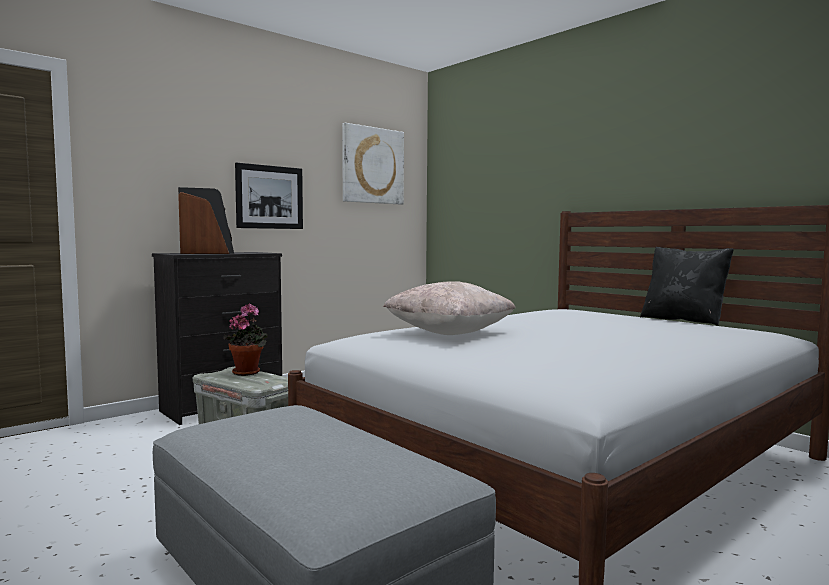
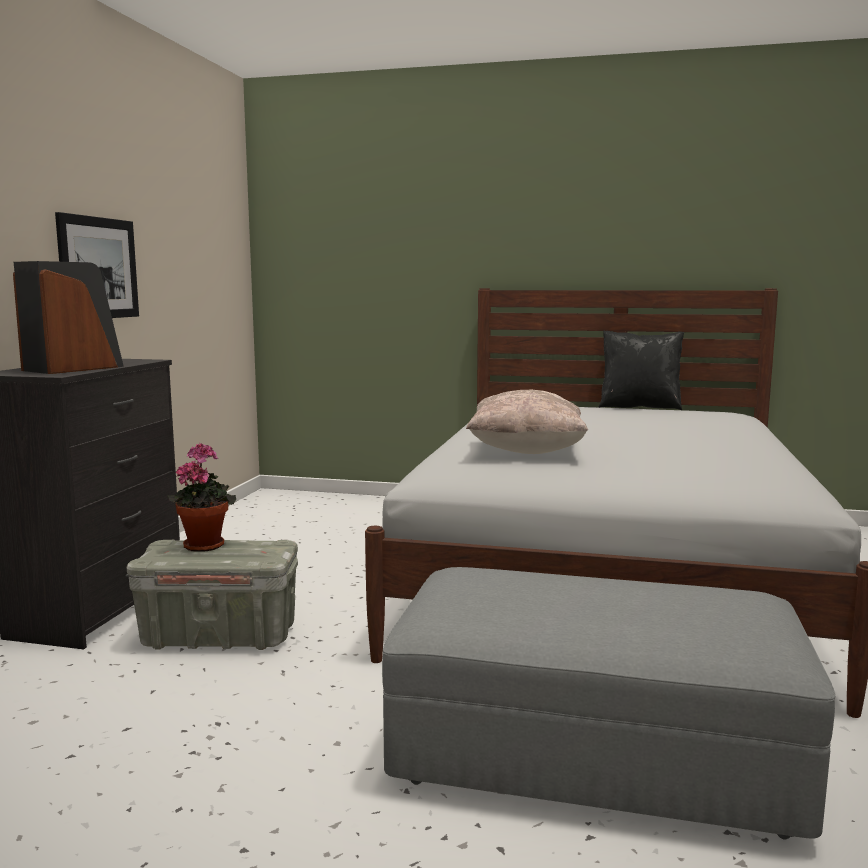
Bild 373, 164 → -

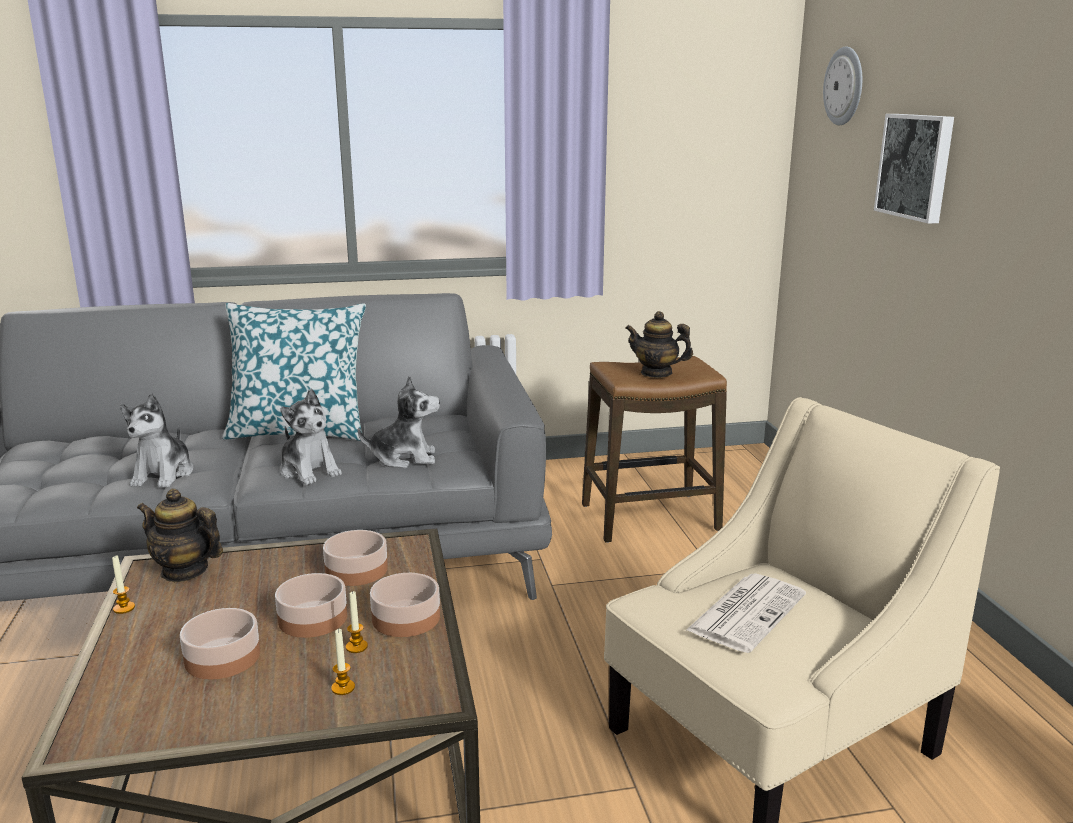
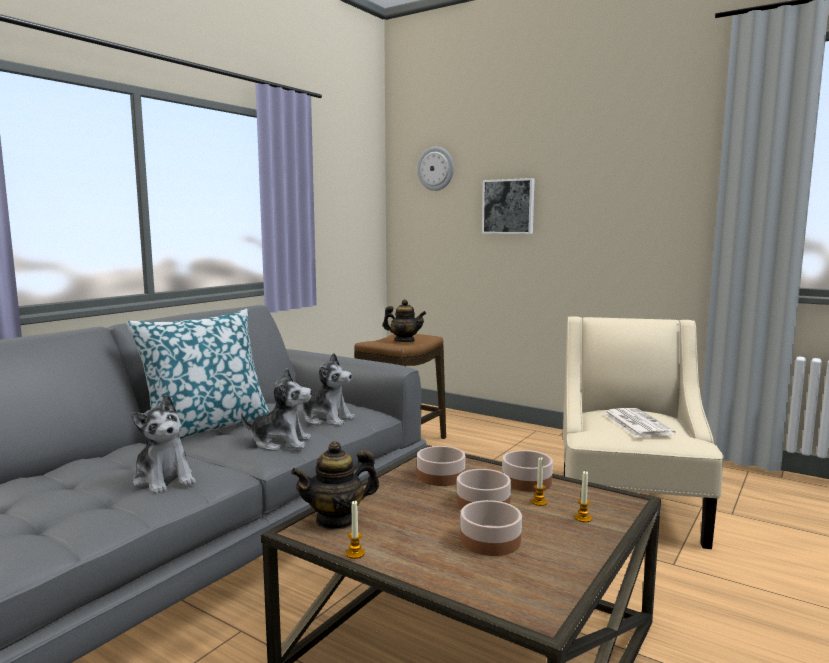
Plüschtier 399, 421 → Plüschtier 328, 389, 75 degrees clockwise
Teekanne 659, 344 → Teekanne 404, 320, 135 degrees counterclockwise

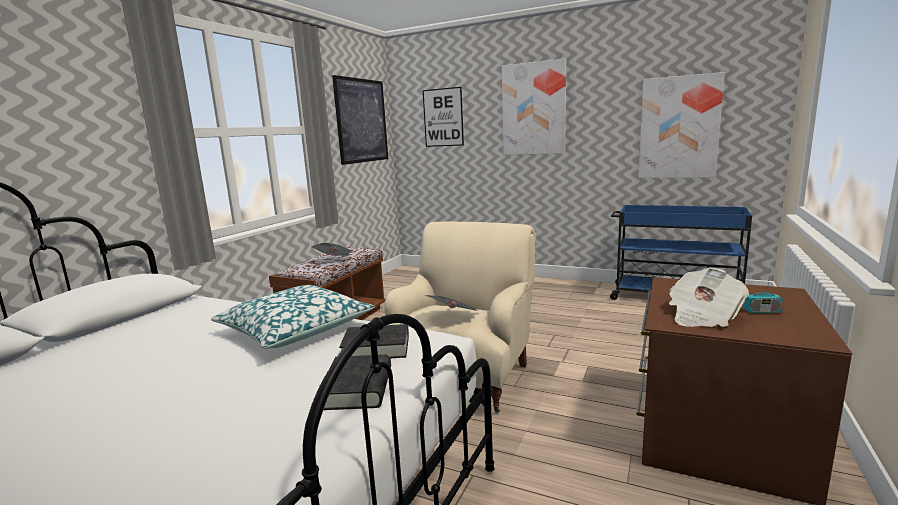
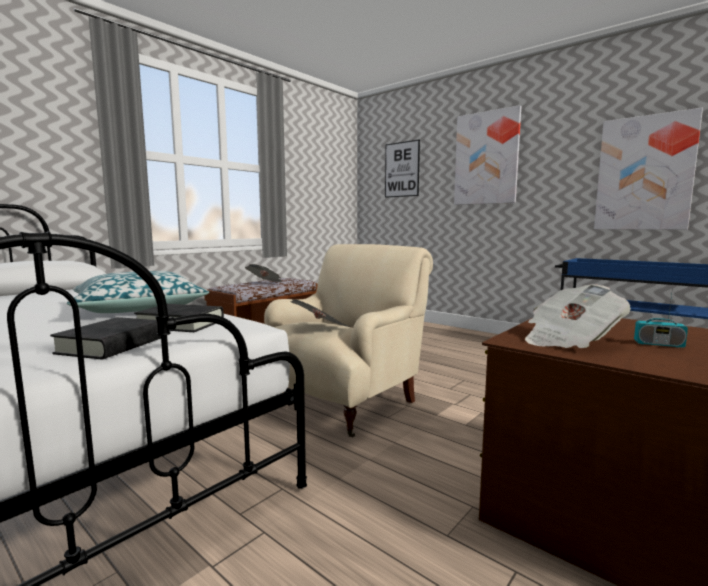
Bild 360, 120 → -

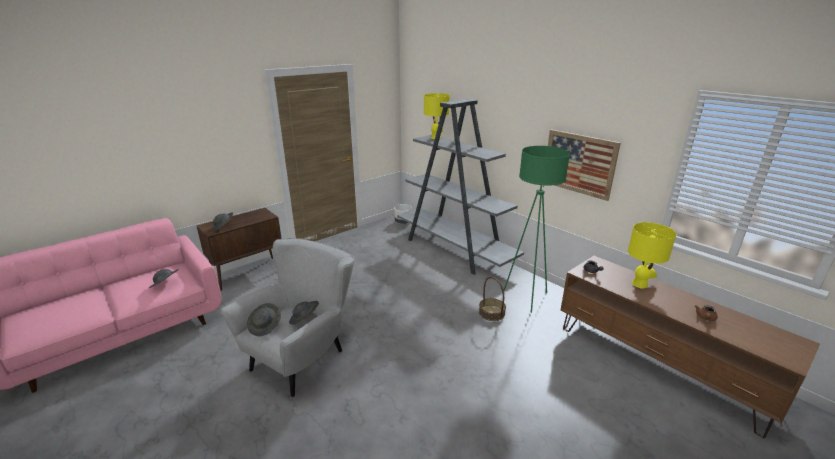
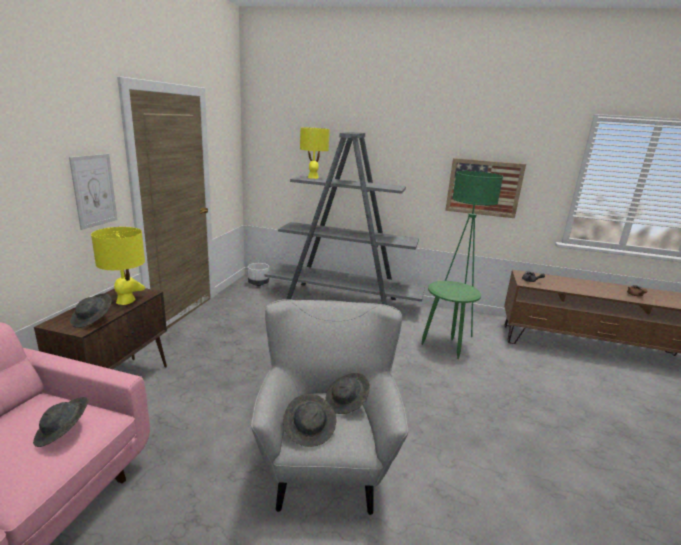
Korb 492, 299 → Beistelltisch (grün) 451, 320
Tischlampe (gelb) 652, 255 → Tischlampe (gelb) 118, 266, move
- → Bild 93, 192

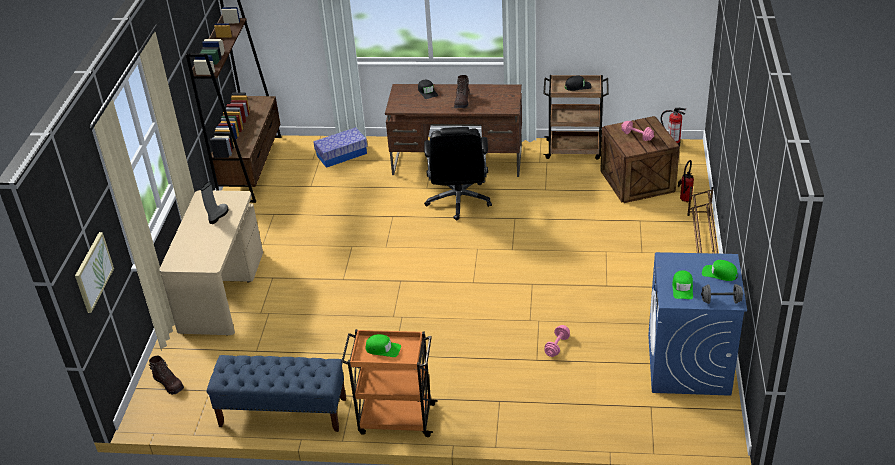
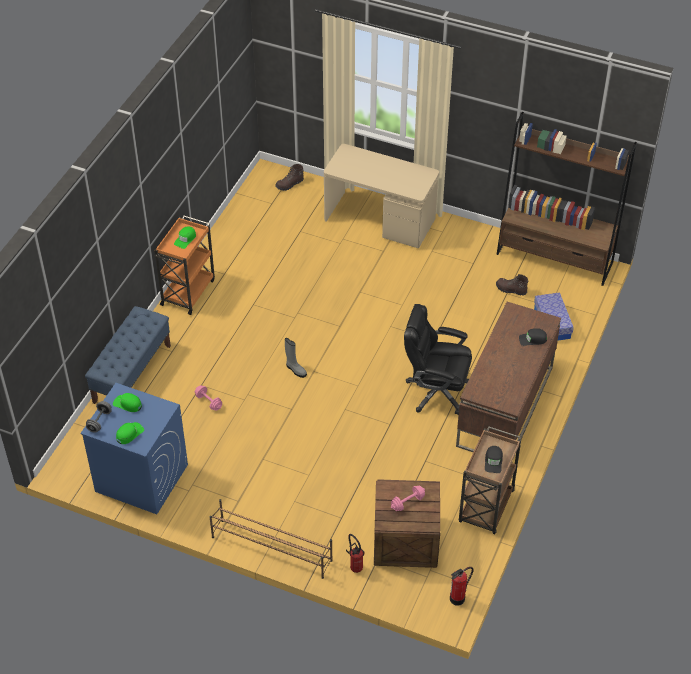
Bild 94, 272 → -
Stiefel (grau) 215, 202 → Stiefel (grau) 296, 358, move
Bank (blau) 276, 393 → Bank (blau) 128, 355, move
Stiefel (braun) 462, 91 → Stiefel (braun) 512, 285, move

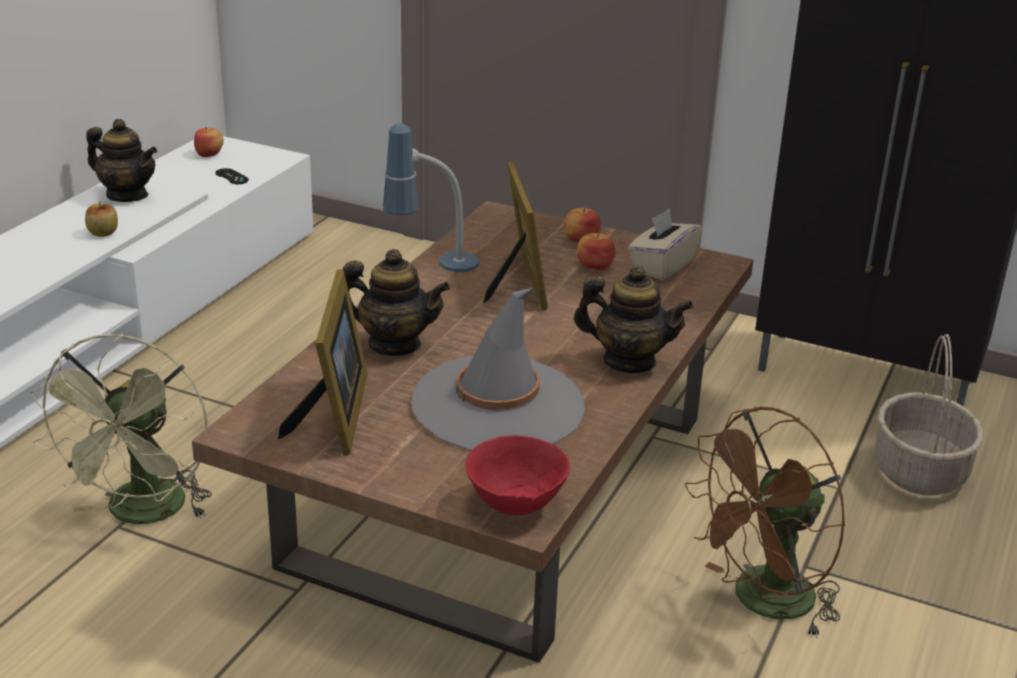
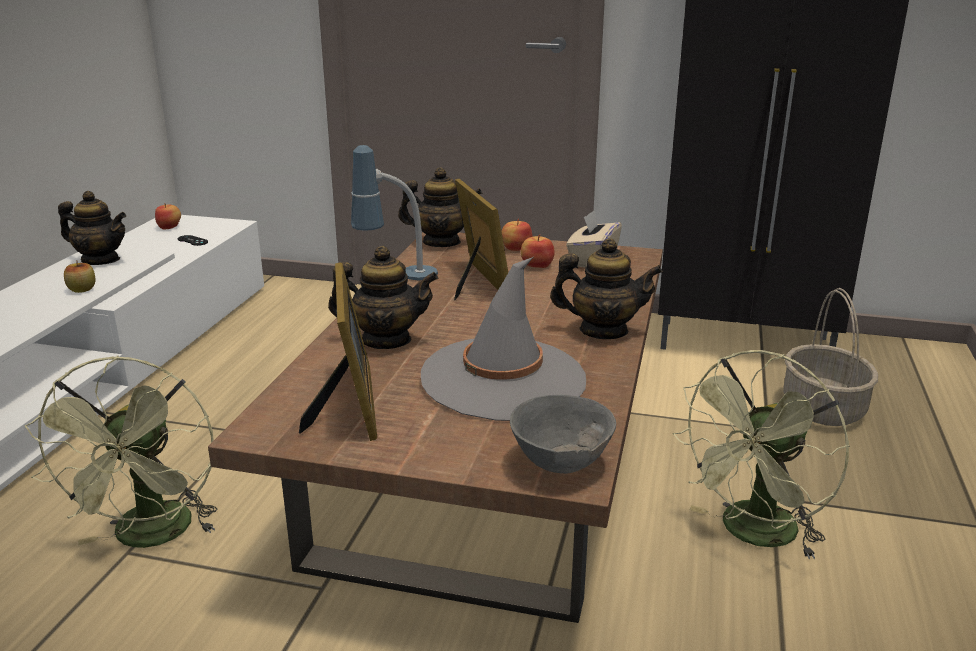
Schüssel (rot) 518, 475 → Schüssel (grau) 563, 434
Ventilator (braun) 765, 523 → Ventilator (grün) 761, 455
- → Teekanne 440, 207

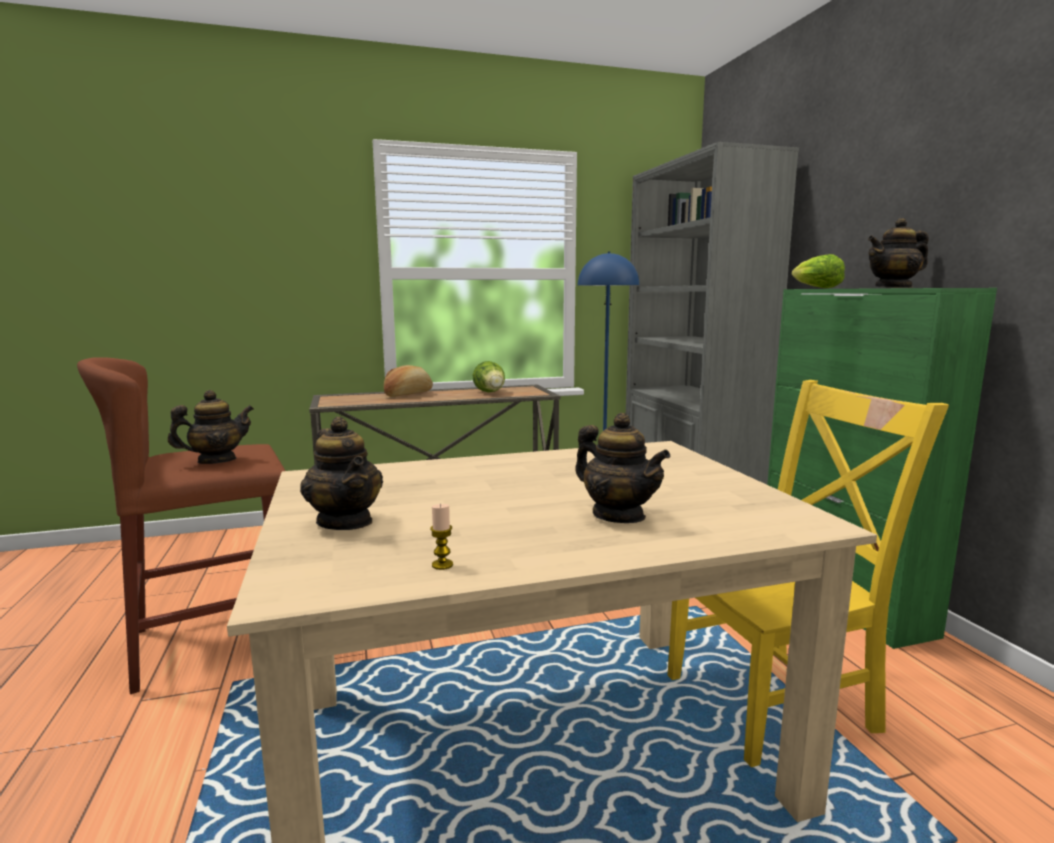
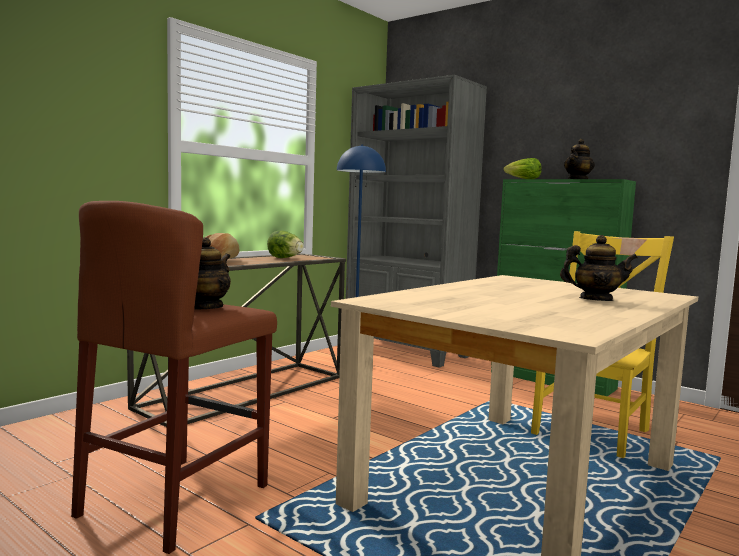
Teekanne 341, 473 → -
Kerze 441, 537 → -

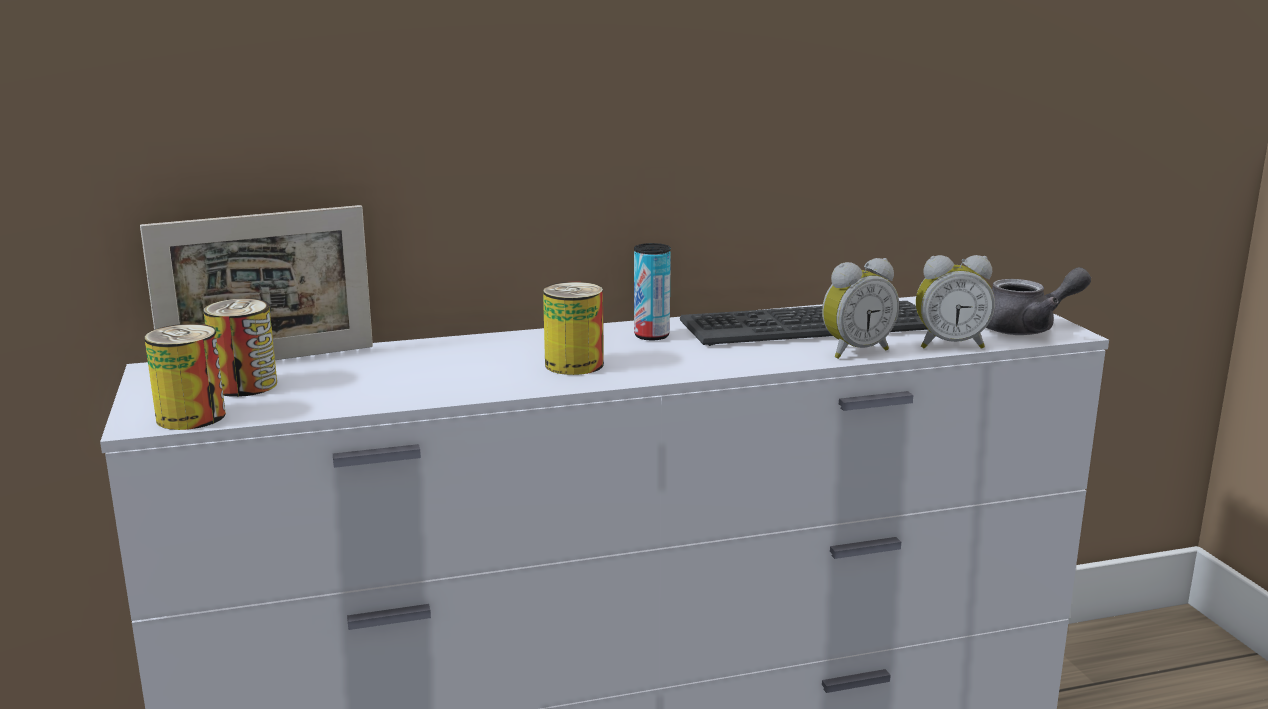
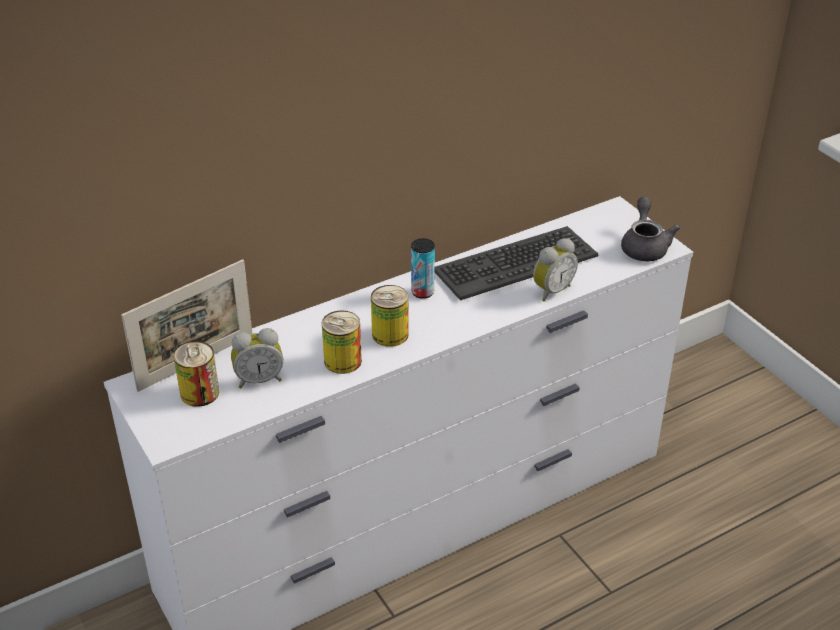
Dose 185, 377 → Dose 342, 342, move
Wecker 955, 302 → Wecker 257, 358, move
Teekanne (grau) 1038, 301 → Teekanne (grau) 651, 229, 60 degrees counterclockwise

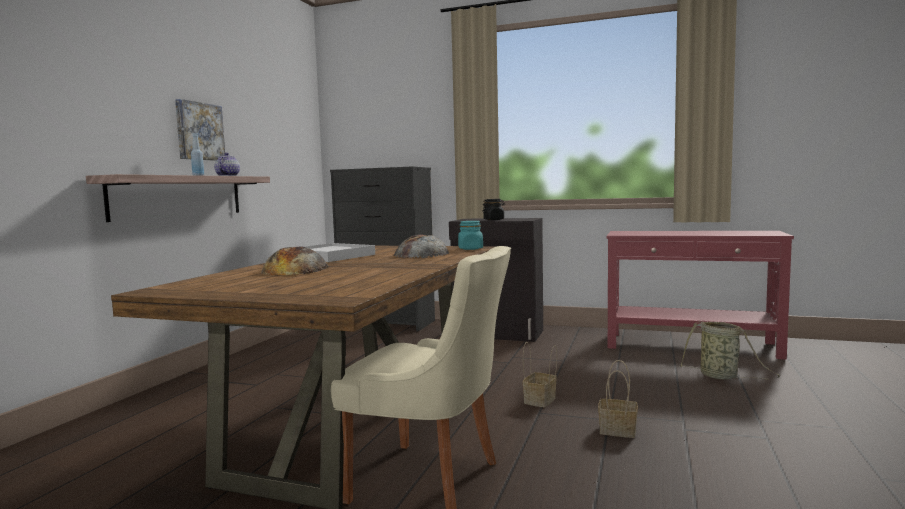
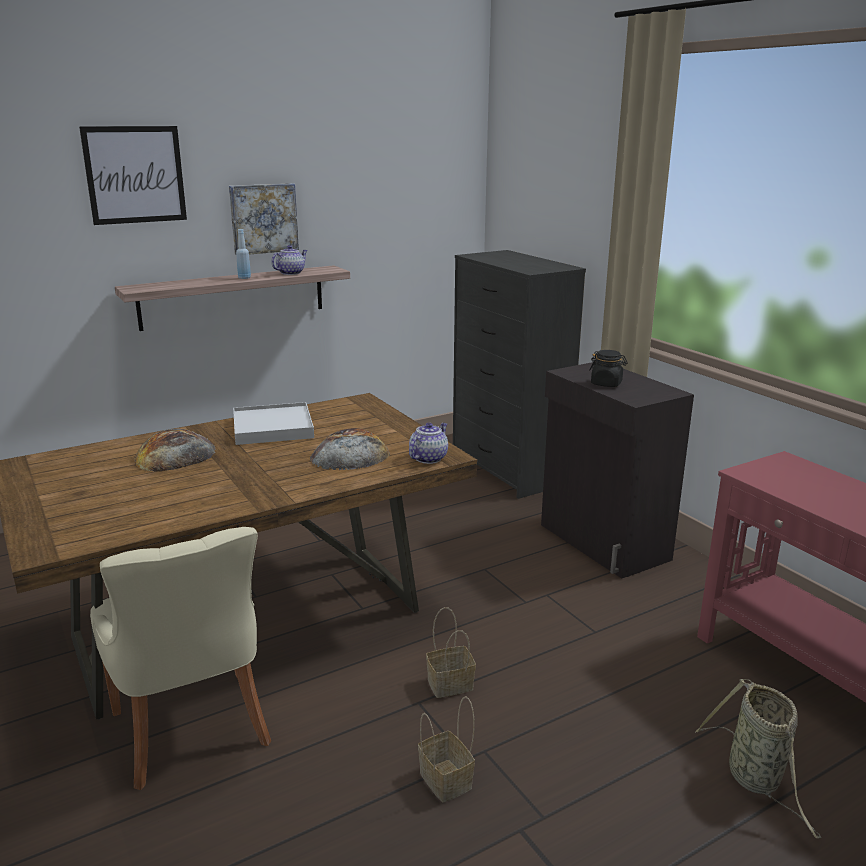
Vorratsglas (türkis) 470, 235 → Teekanne 428, 443
- → Bild 133, 175

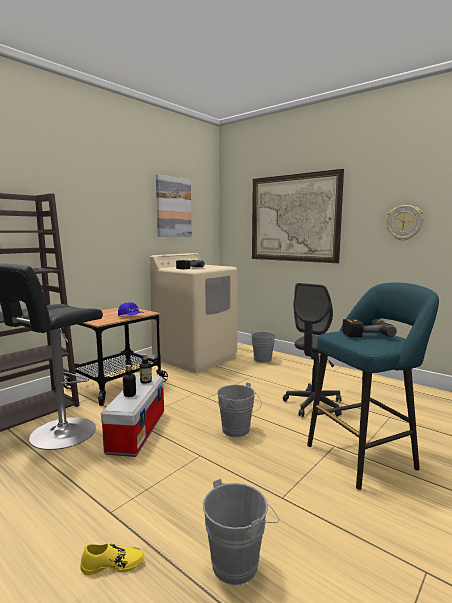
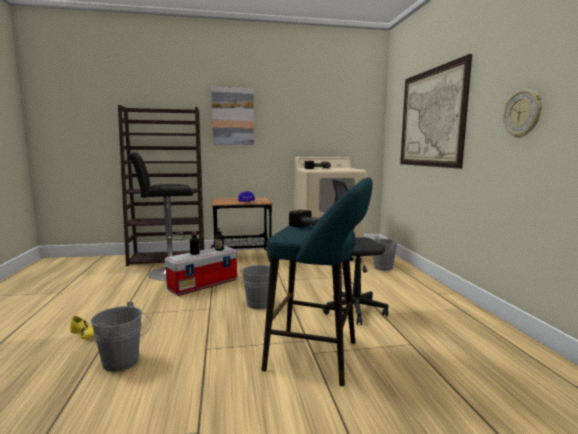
Bild 174, 205 → Bild 232, 116, move

